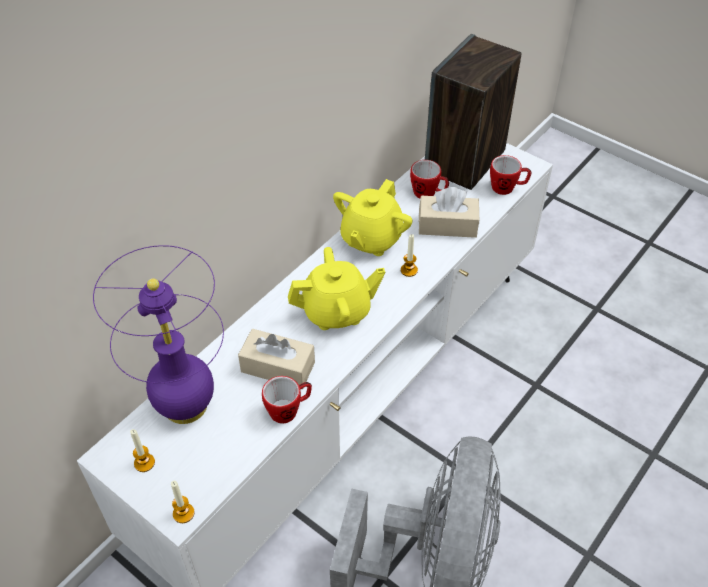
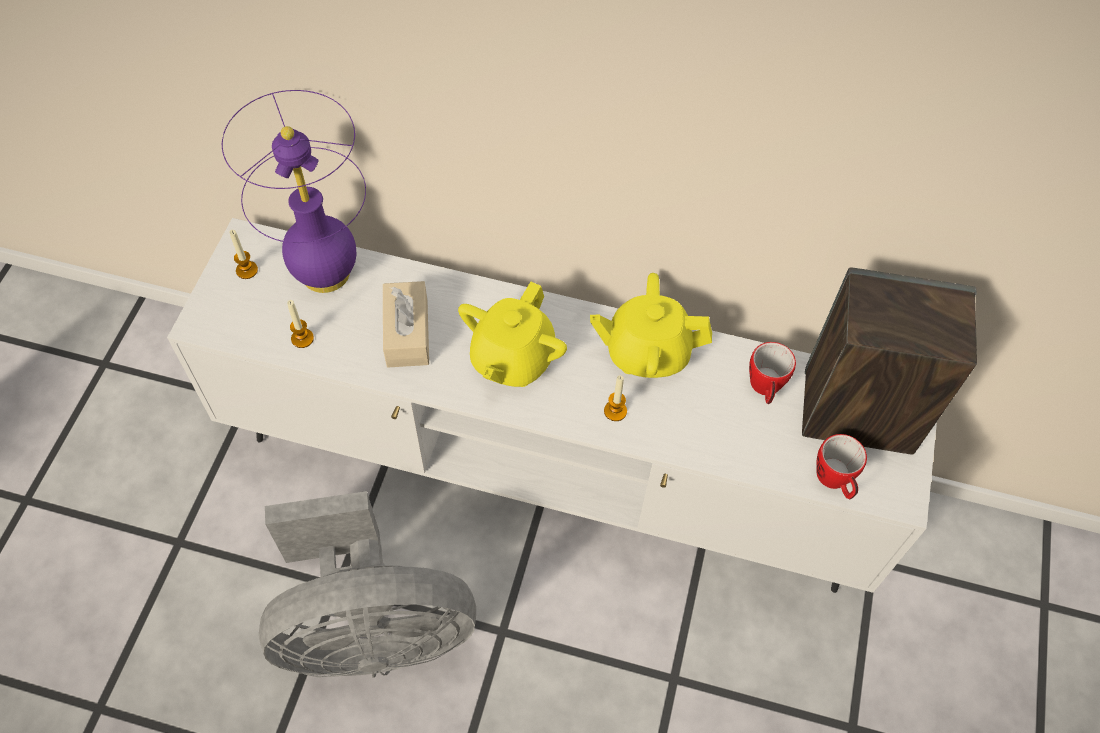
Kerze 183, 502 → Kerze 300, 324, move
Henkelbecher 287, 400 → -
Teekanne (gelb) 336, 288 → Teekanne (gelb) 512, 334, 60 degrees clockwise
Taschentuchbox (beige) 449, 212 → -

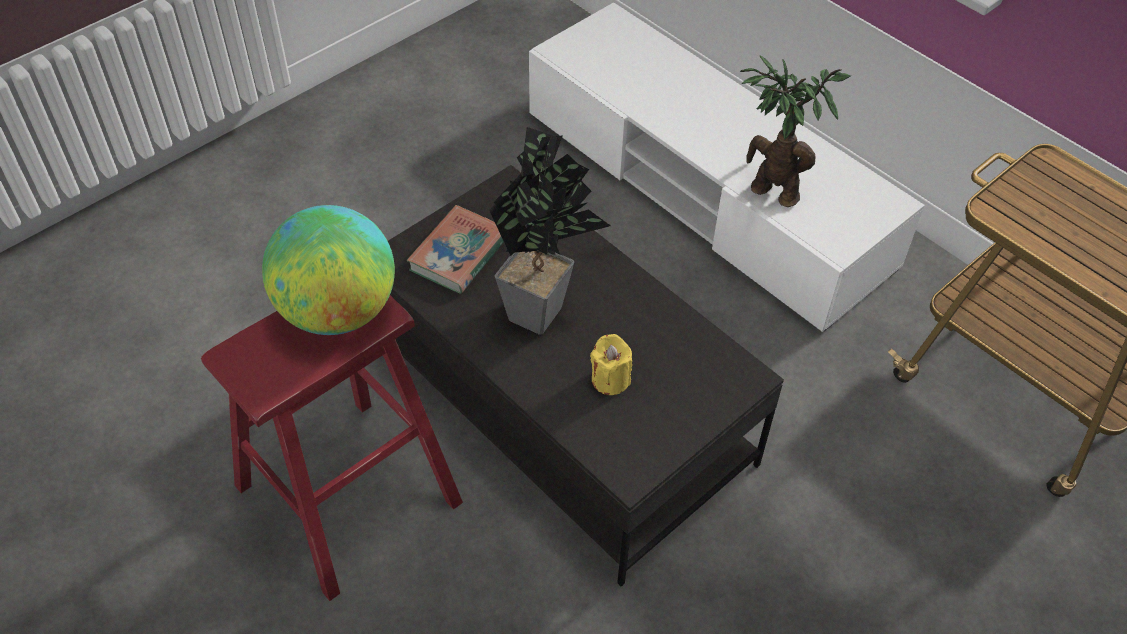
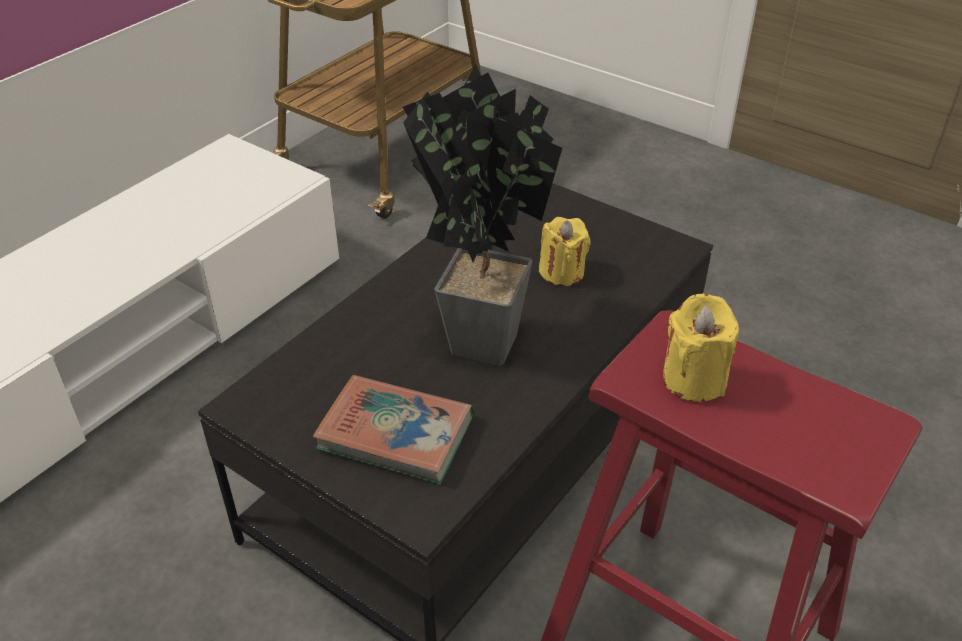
Globus 328, 270 → Kerze (gelb) 700, 348
Topfpflanze 795, 131 → -

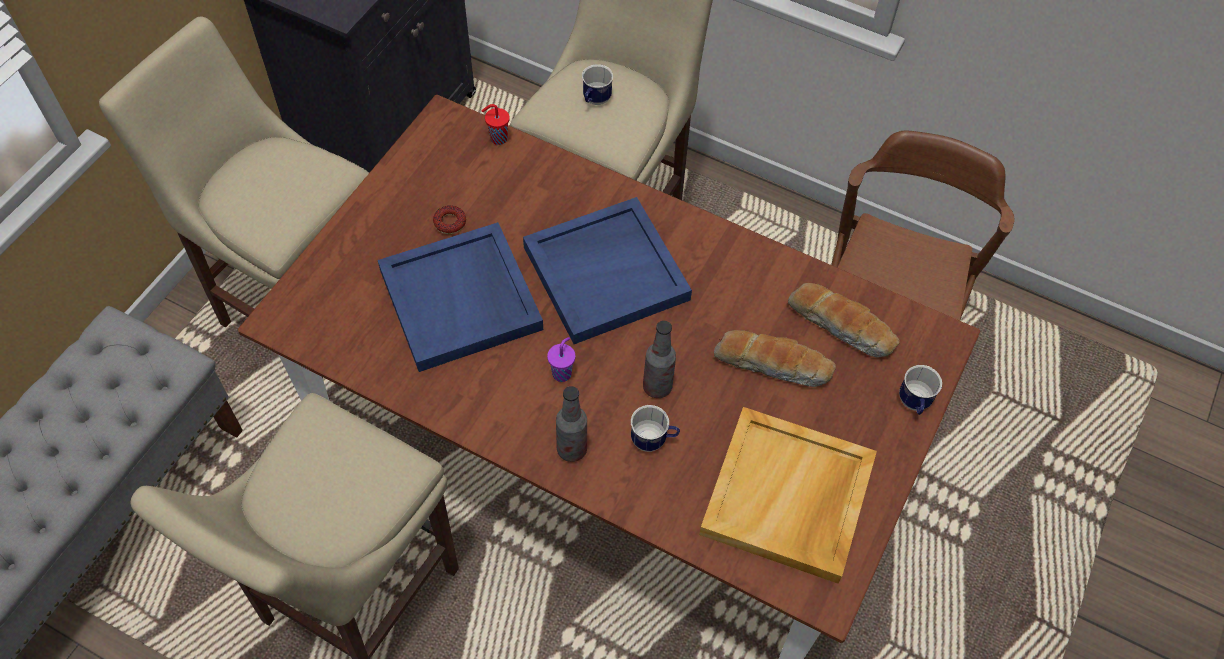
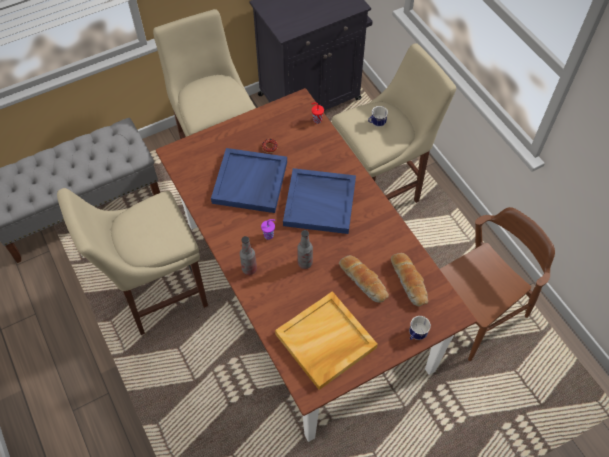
Henkelbecher 655, 428 → -

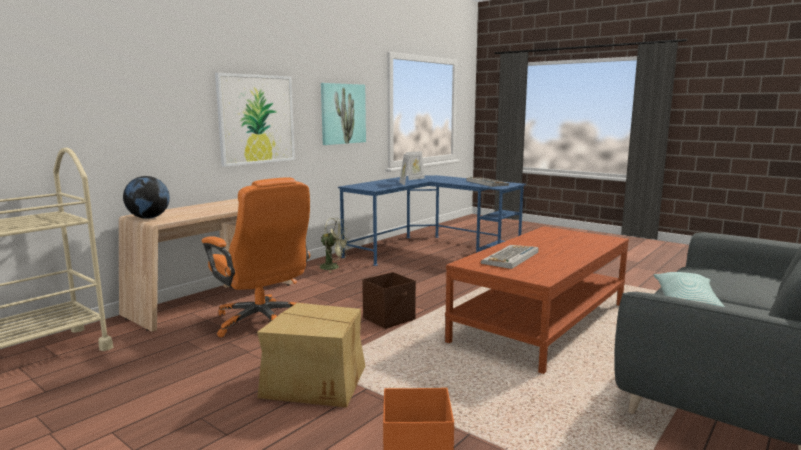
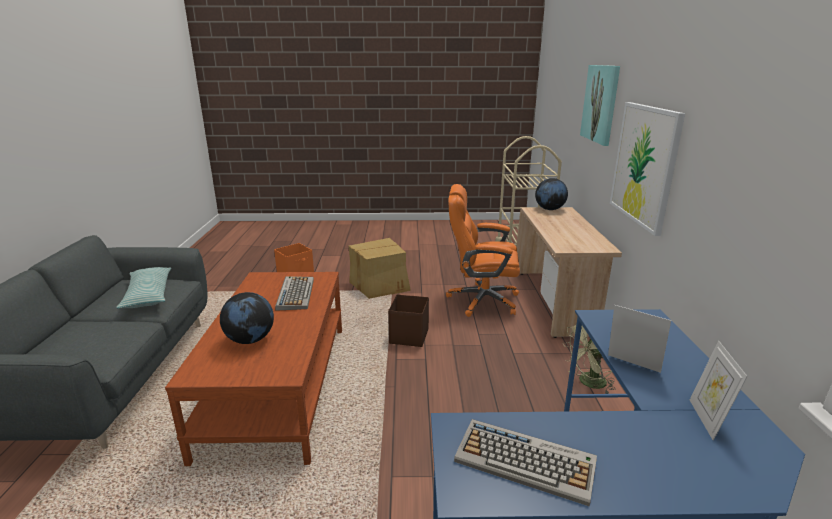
Bild 343, 114 → Bild 600, 105, move
- → Globus 247, 318

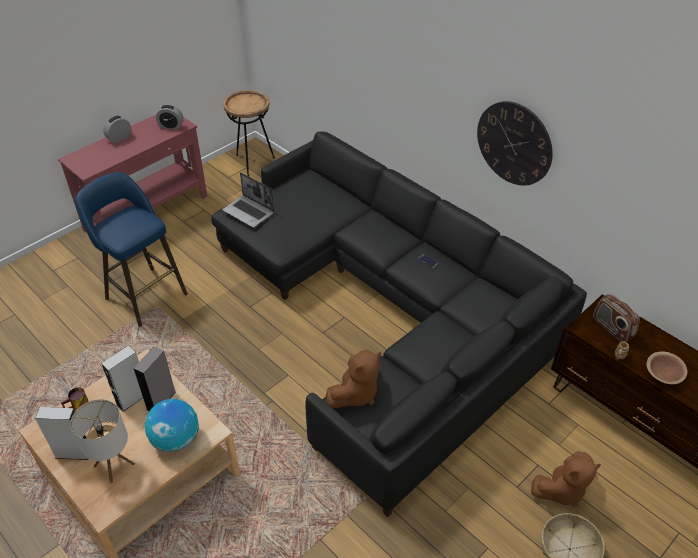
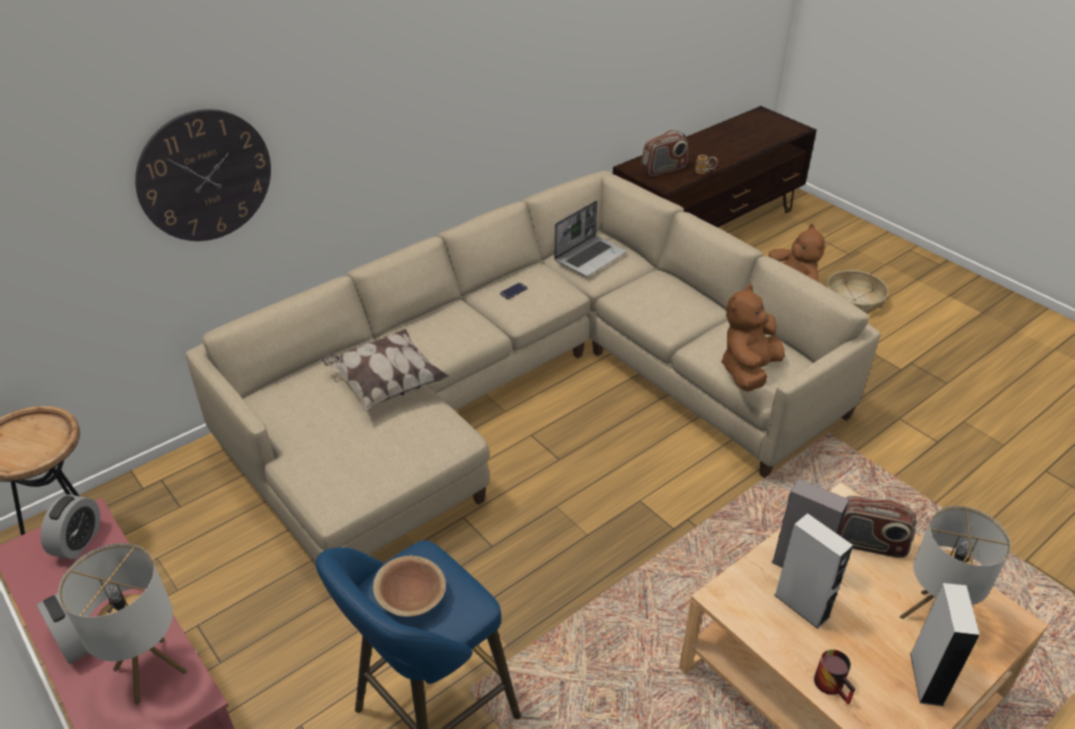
Globus 172, 425 → Radio 877, 527
Sofa (schwarz) 399, 324 → Sofa (beige) 533, 367
Laptop 248, 200 → Laptop 590, 239, move
Plüschtier (braun) 353, 379 → Plüschtier (braun) 753, 338, 105 degrees counterclockwise
Wanduhr 515, 143 → Wanduhr 203, 175, move
Schüssel (braun) 667, 367 → Schüssel (braun) 409, 586, move
- → Tischlampe 123, 624
- → Kissen 385, 370

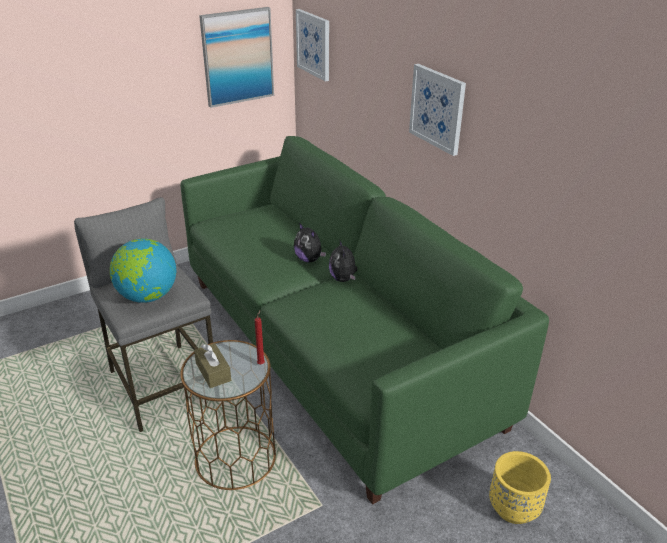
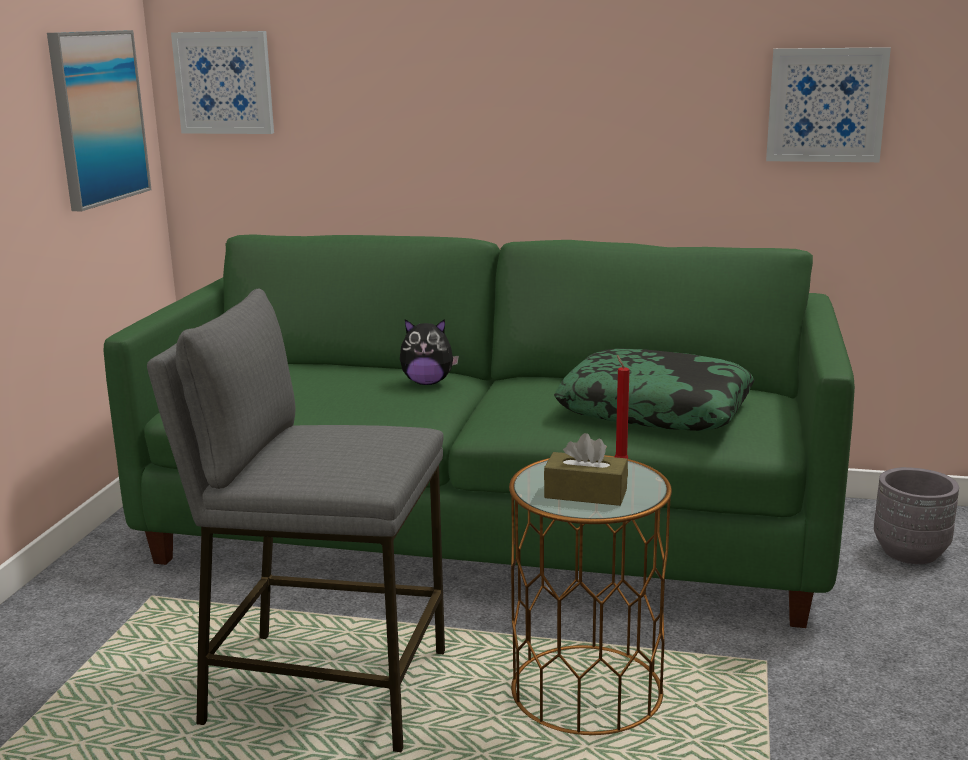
Globus 143, 270 → -
Plüschtier 343, 260 → -
Bild 437, 110 → Bild 828, 104, move
Pflanzkübel (gelb) 520, 487 → Pflanzkübel (grau) 916, 515
- → Kissen 654, 389

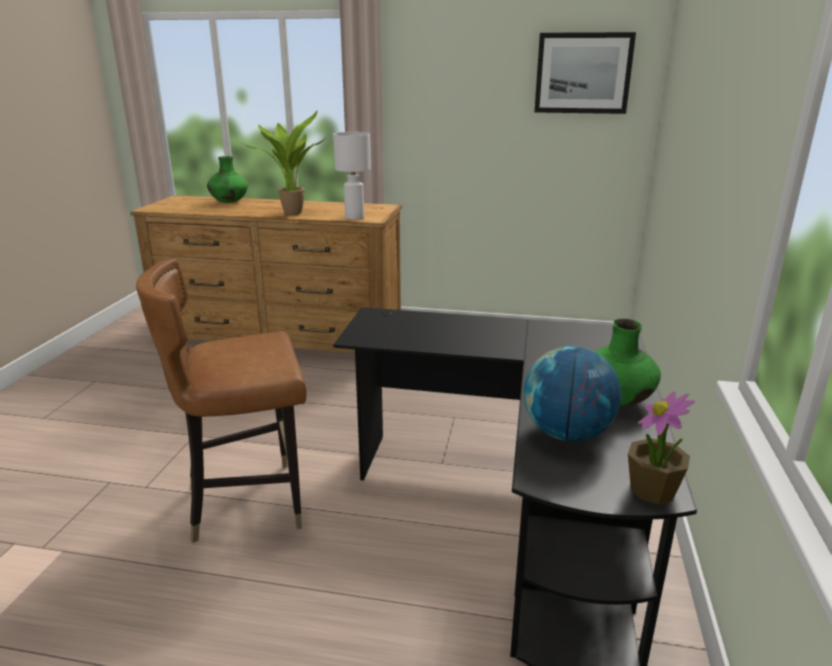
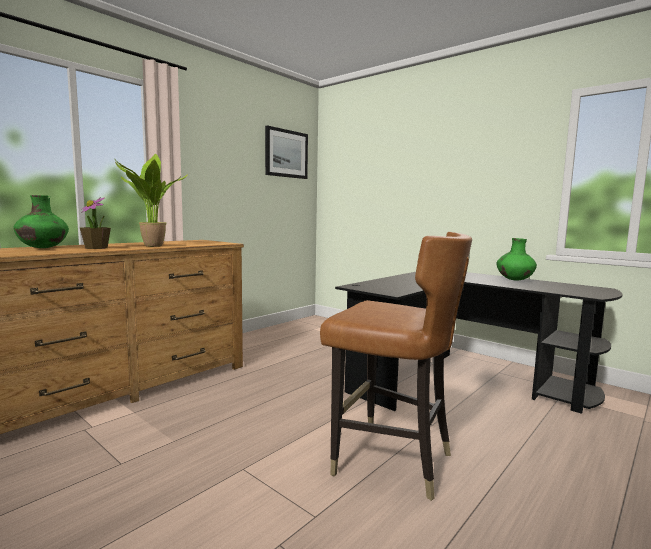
Stuhl (braun) 221, 401 → Stuhl (braun) 396, 366, 75 degrees counterclockwise
Tischlampe (weiß) 352, 176 → -
Globus 572, 394 → -
Topfpflanze 661, 447 → Topfpflanze 95, 223, move

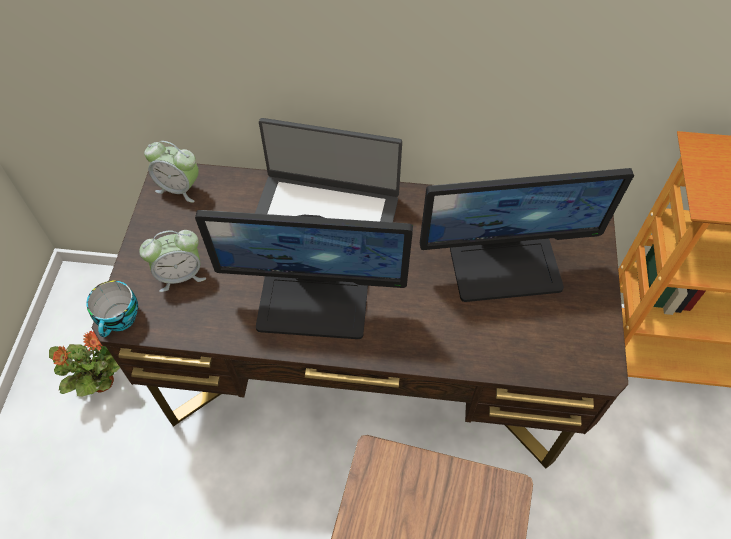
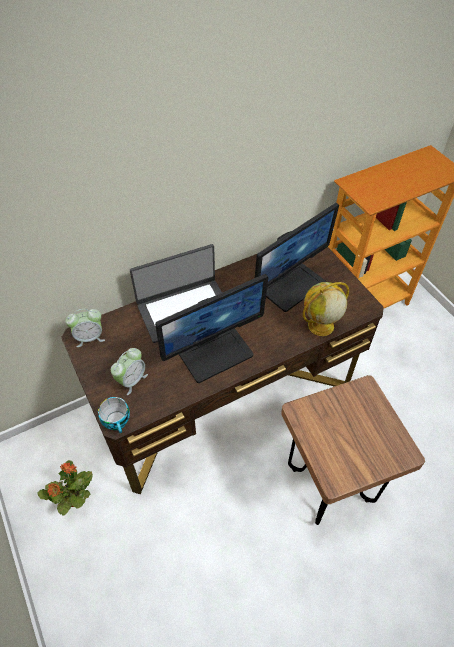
- → Globus 326, 309

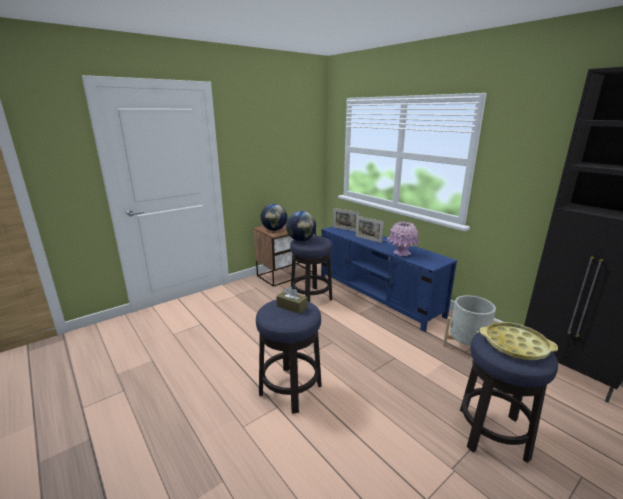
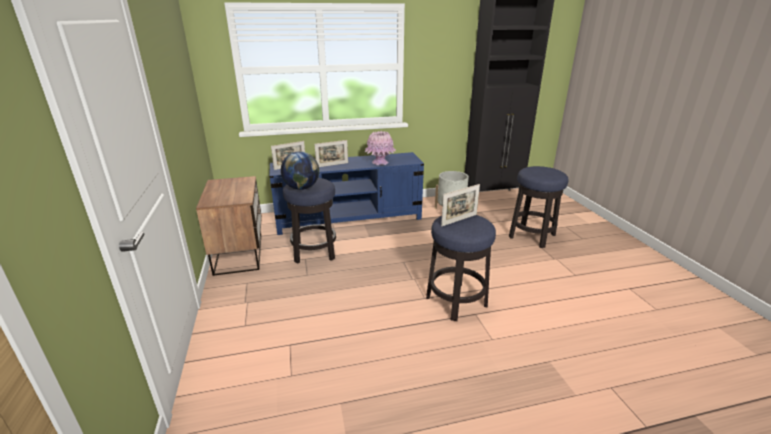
Globus 273, 217 → -
Taschentuchbox (braun) 292, 300 → Bilderrahmen 460, 205
Tablett (gelb) 519, 341 → -

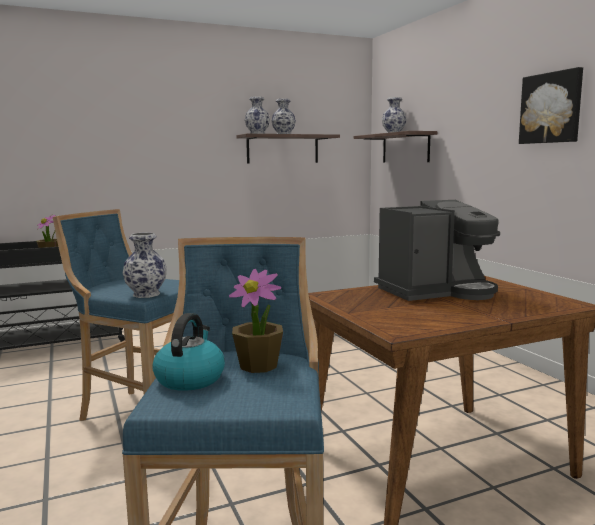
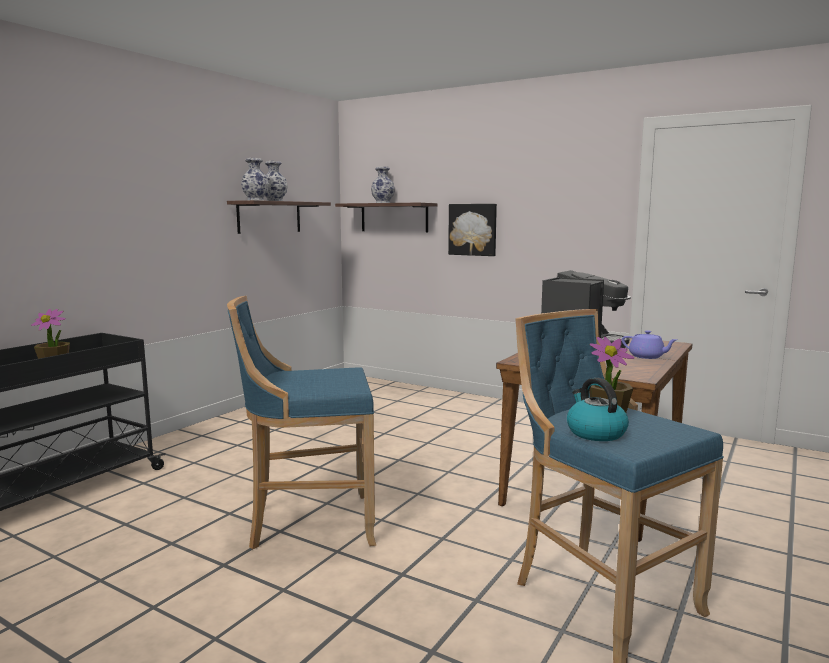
Vase 145, 265 → -
Bild 551, 105 → Bild 472, 230, move
- → Teekanne (lila) 650, 344

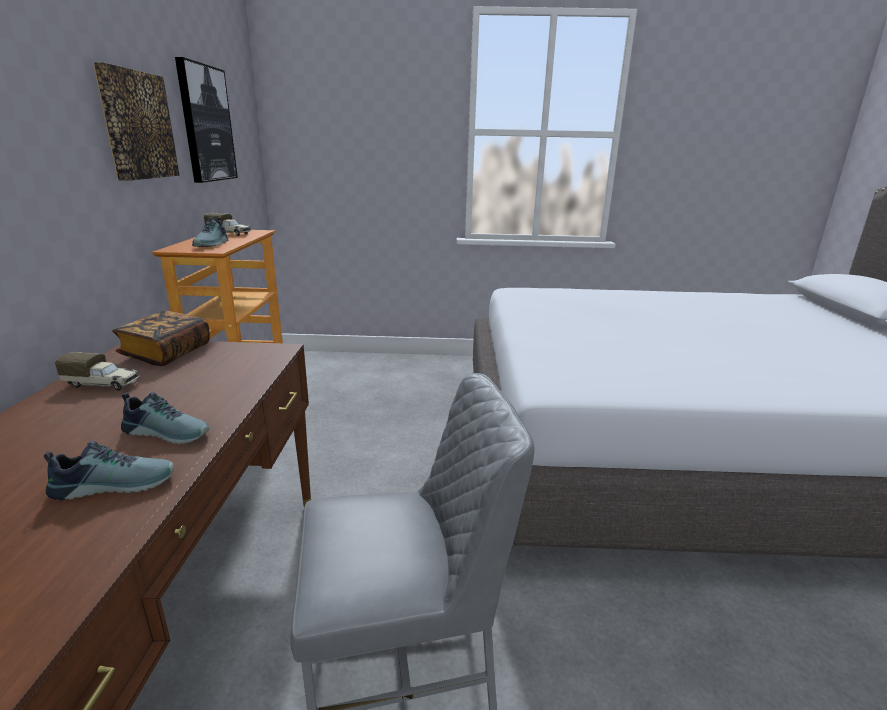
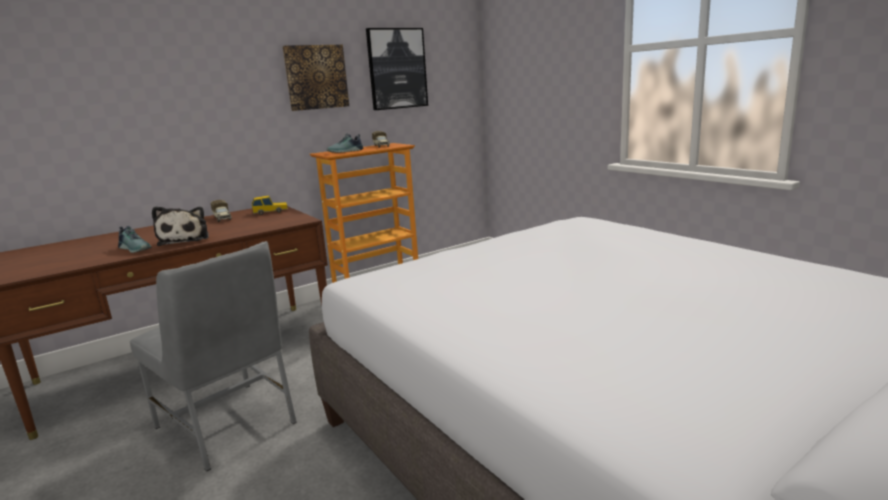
Buch 161, 338 → Spielzeugauto 270, 205
Schuh 165, 418 → Plüschtier 180, 226

